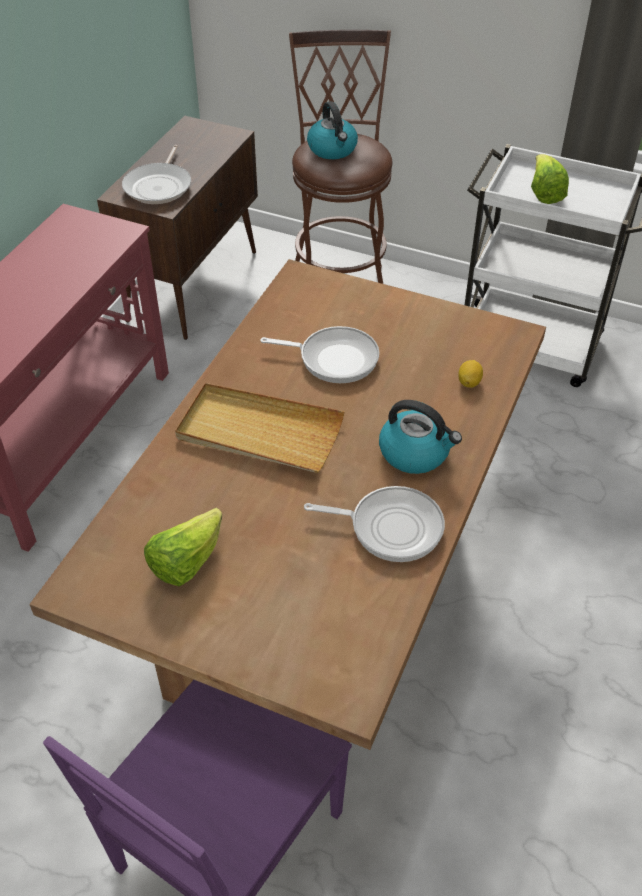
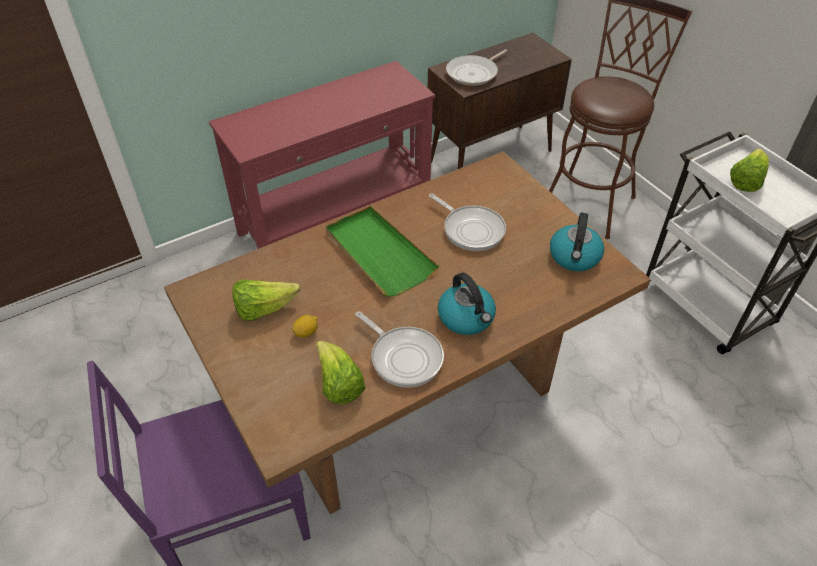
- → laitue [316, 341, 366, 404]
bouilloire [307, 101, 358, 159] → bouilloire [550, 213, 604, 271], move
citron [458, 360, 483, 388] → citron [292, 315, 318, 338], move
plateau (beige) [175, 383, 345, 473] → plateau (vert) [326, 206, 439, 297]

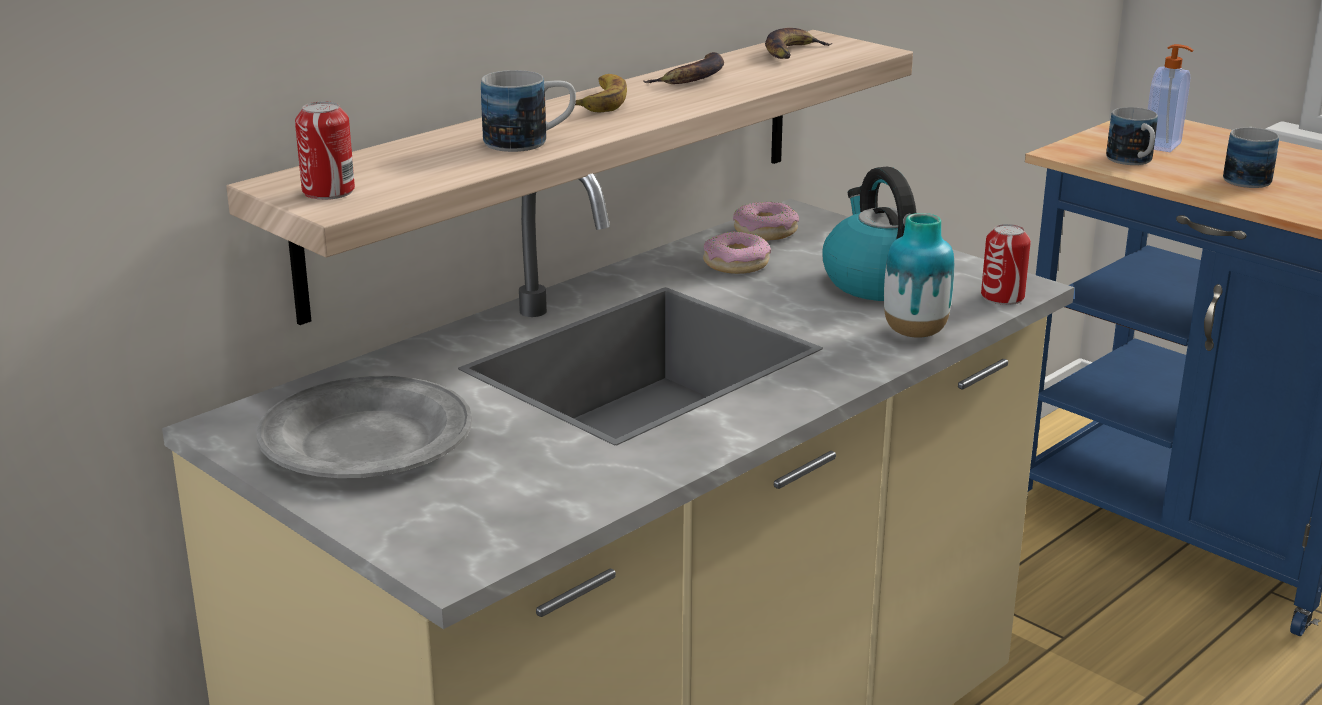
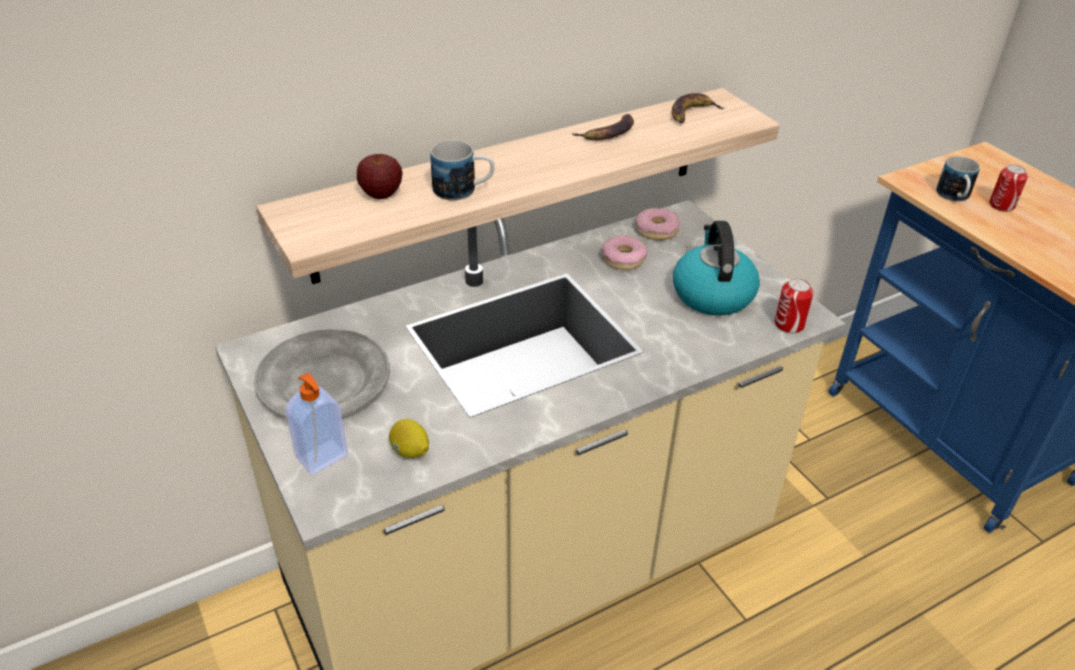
banane [575, 74, 627, 112] → -
vase [884, 213, 954, 338] → -
mug [1223, 127, 1279, 188] → -
- → pomme [357, 154, 403, 199]
- → citron [389, 419, 429, 458]
boîte métallique [295, 102, 355, 200] → boîte métallique [989, 165, 1028, 212], move
distributeur de savon [1148, 44, 1194, 152] → distributeur de savon [286, 373, 348, 475], move

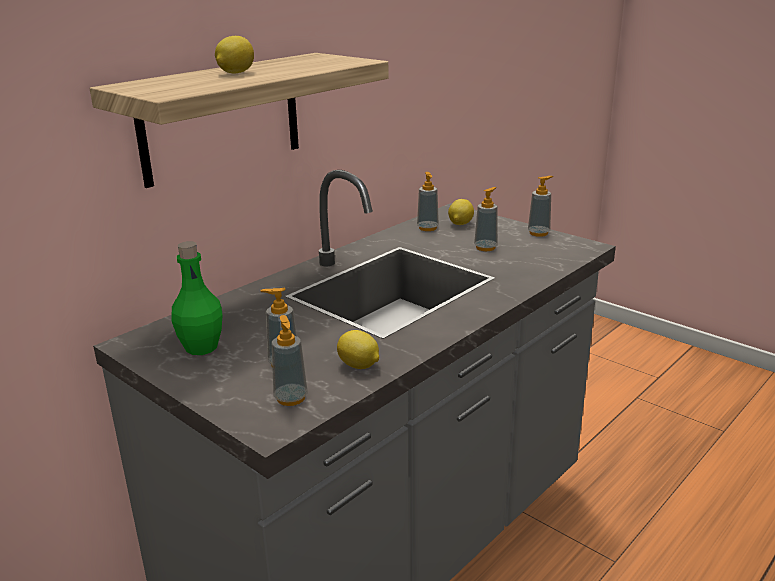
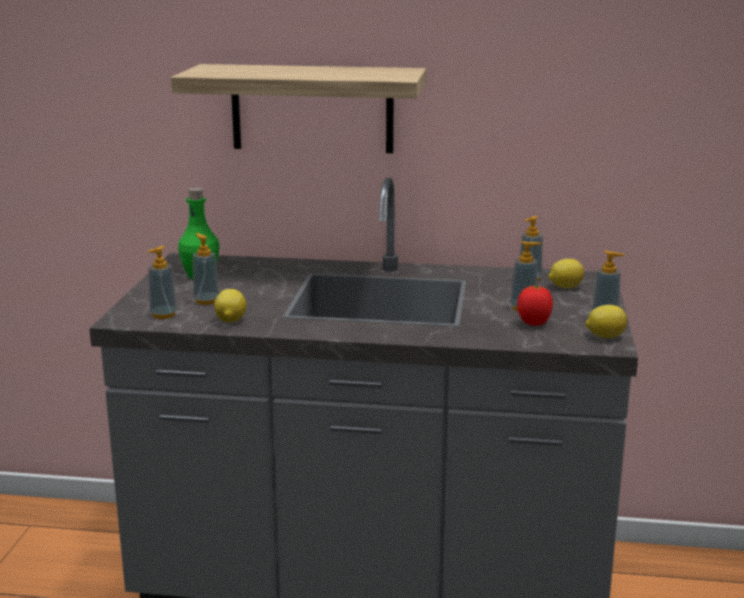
- → tomate [517, 285, 553, 326]
citron [215, 36, 254, 73] → citron [585, 305, 627, 338], move

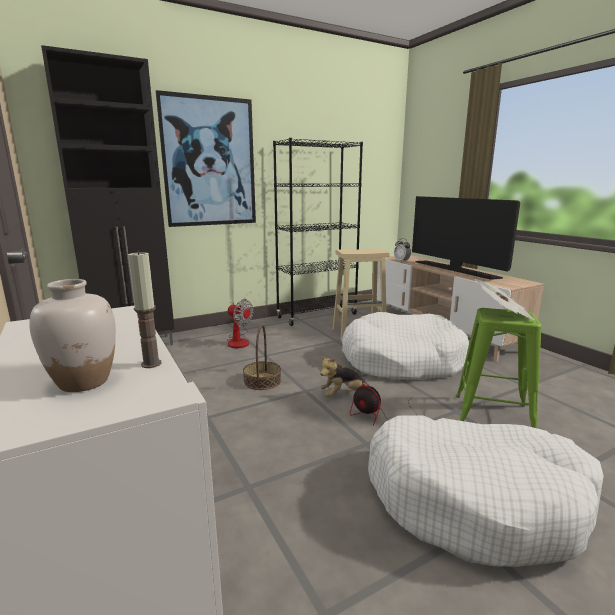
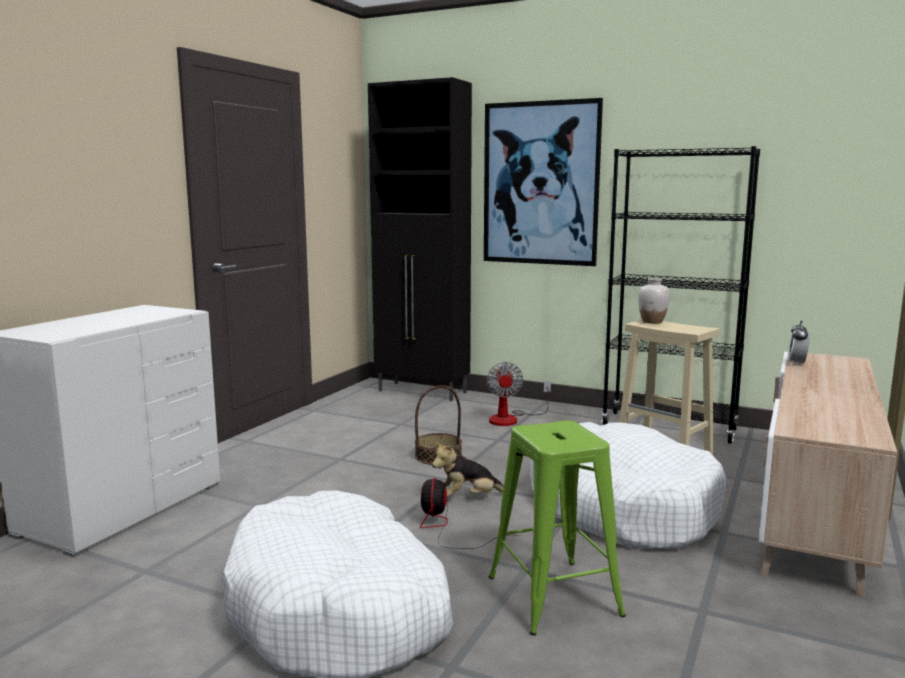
bougie [128, 250, 162, 368] → -
téléviseur [412, 196, 520, 280] → -
journal [475, 279, 535, 320] → -
vase (blanc) [29, 279, 116, 392] → vase (blanc) [638, 278, 670, 324], move
peluche [320, 356, 369, 397] → peluche [432, 442, 504, 496], 45 degrees counterclockwise

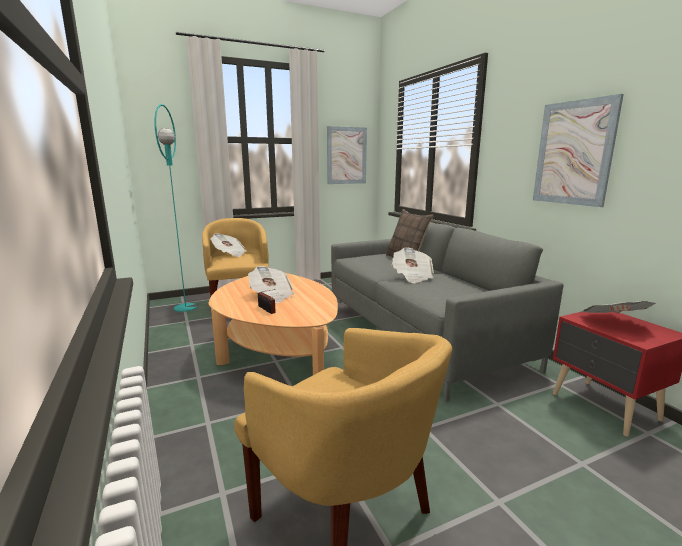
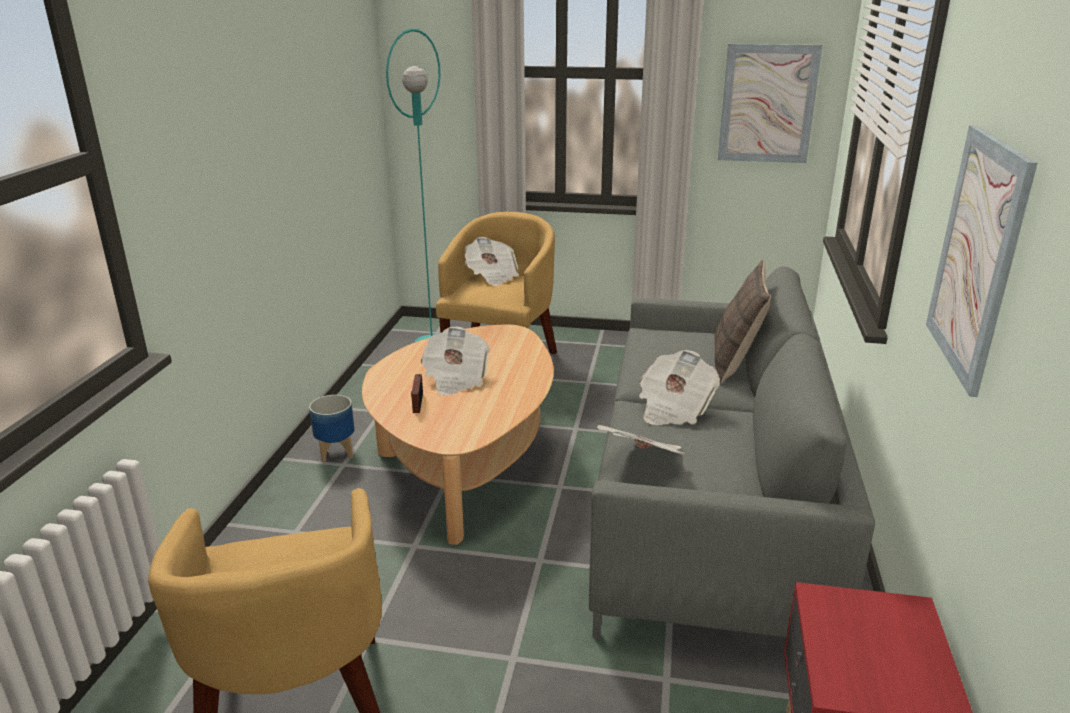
- → cache-pot [309, 395, 355, 462]
journal [582, 301, 656, 313] → journal [597, 425, 684, 455], move

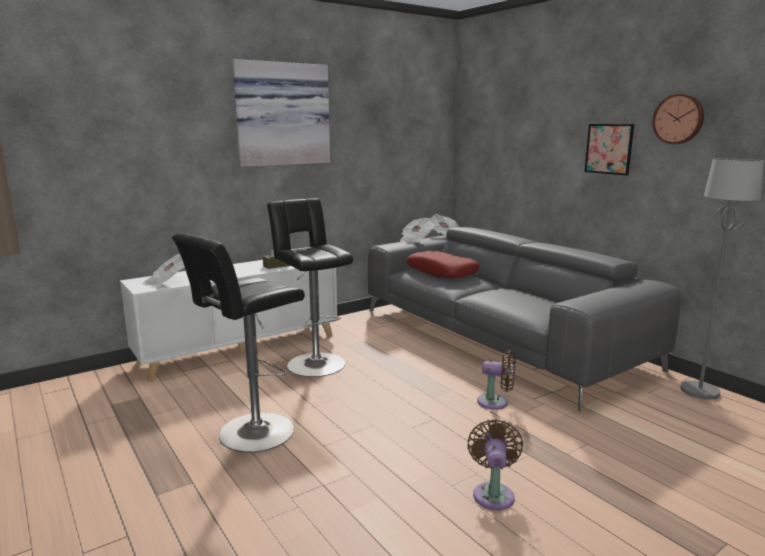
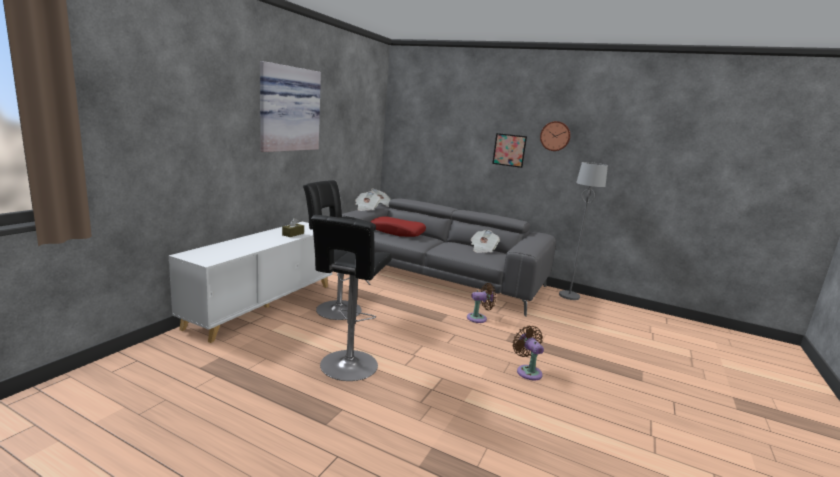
journal [143, 254, 185, 286] → journal [471, 230, 500, 253], move

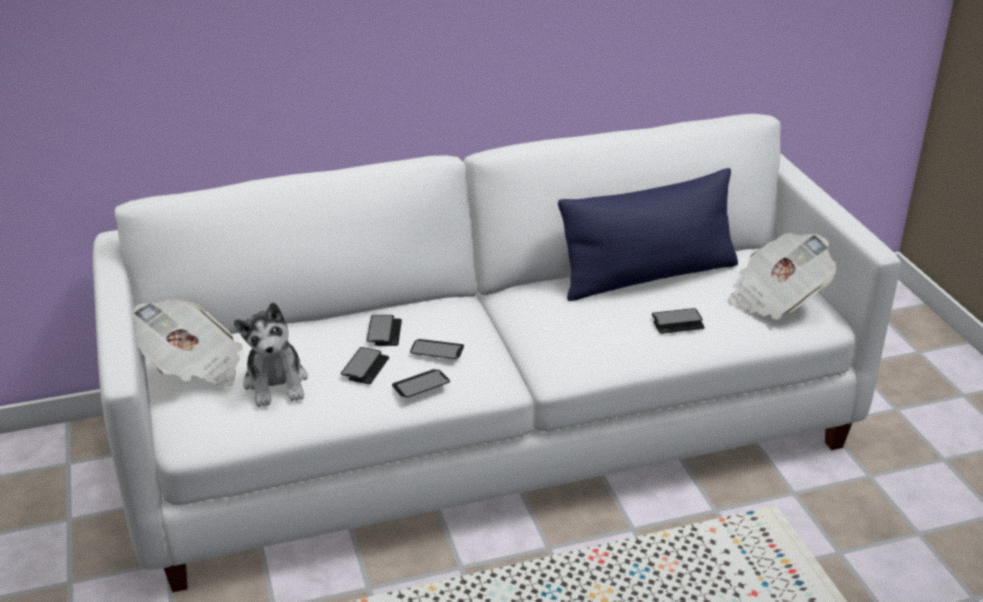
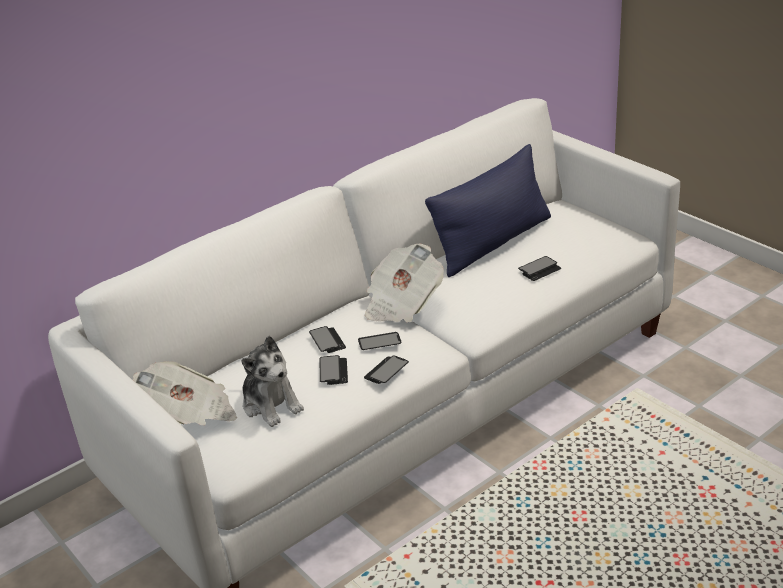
journal [728, 233, 836, 319] → journal [364, 244, 444, 322], move

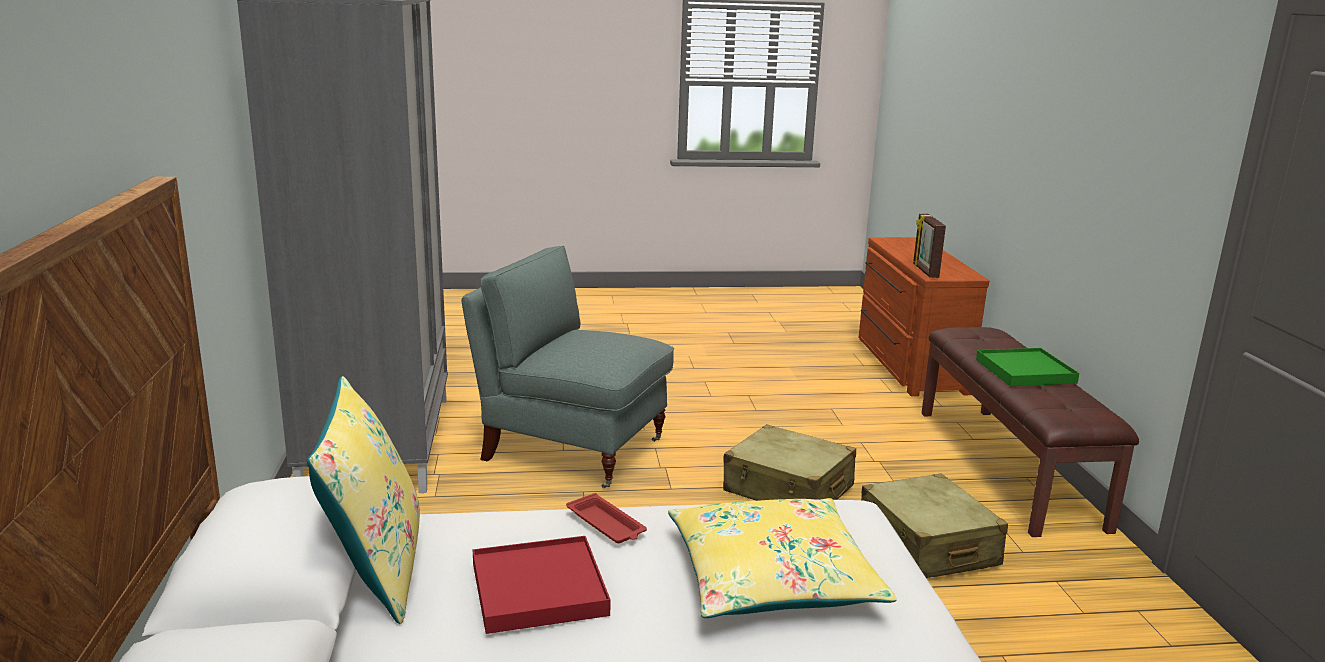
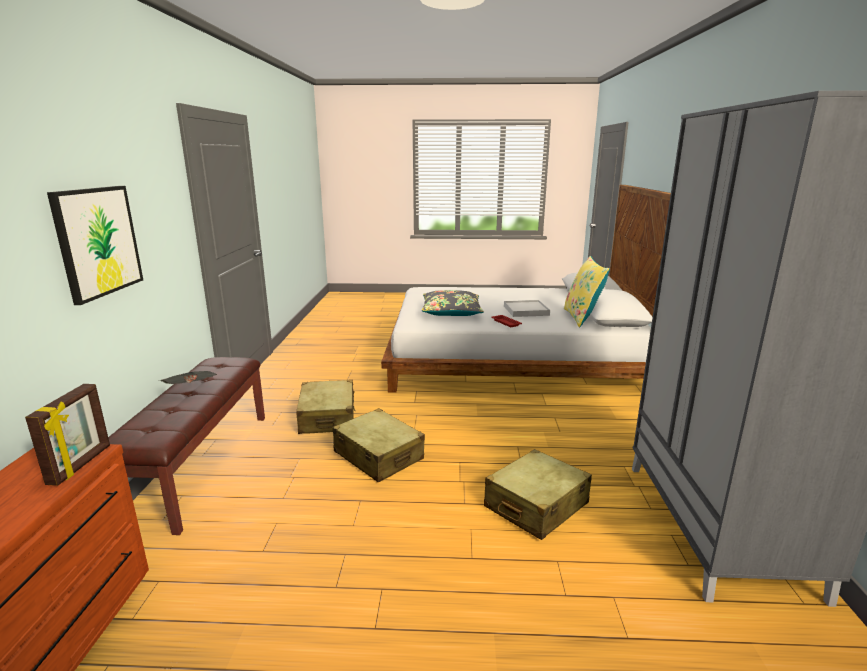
- → tableau [47, 186, 143, 305]
fauteuil (gris) [462, 246, 674, 488] → valise (beige) [484, 449, 592, 540]
plateau (vert) [976, 348, 1079, 386] → journal [159, 371, 217, 384]
plateau (rouge) [473, 536, 611, 634] → plateau (blanc) [504, 300, 550, 317]
coussin (jaune) [668, 498, 897, 618] → coussin (gris) [422, 290, 484, 316]

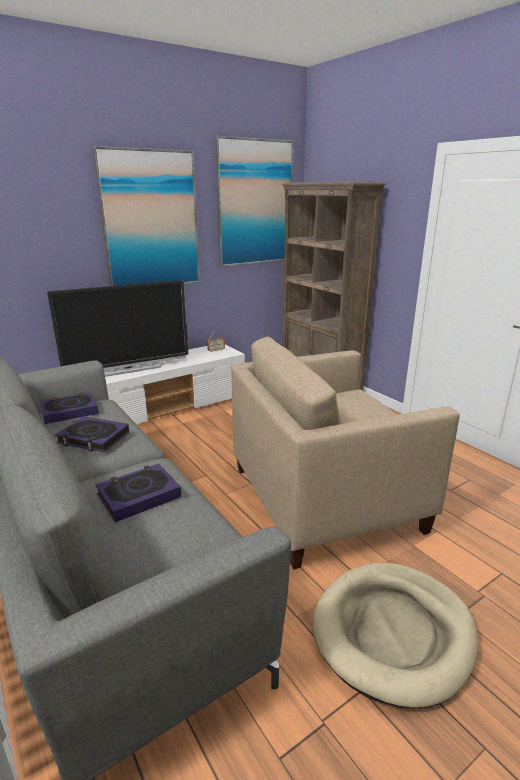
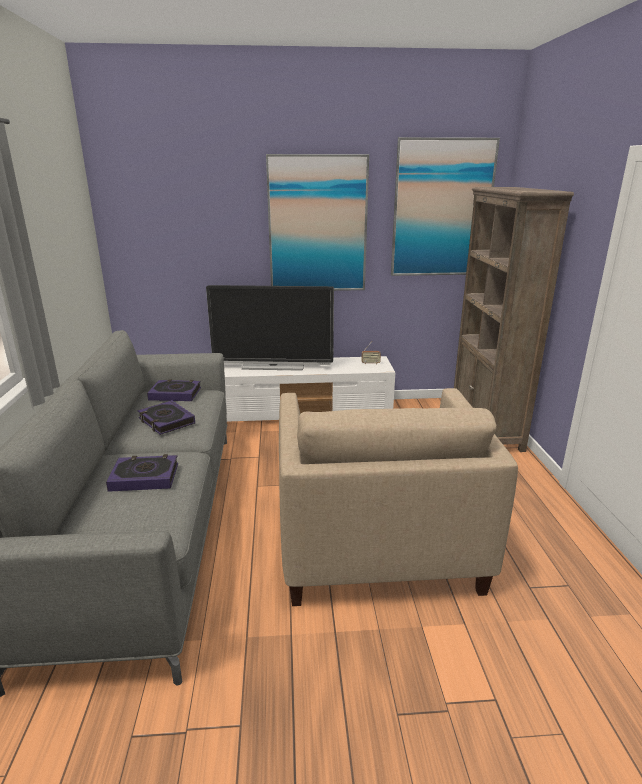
panier pour chien (beige) [313, 563, 478, 708] → -
fauteuil (beige) [231, 337, 460, 570] → fauteuil (beige) [279, 388, 518, 606], 105 degrees counterclockwise

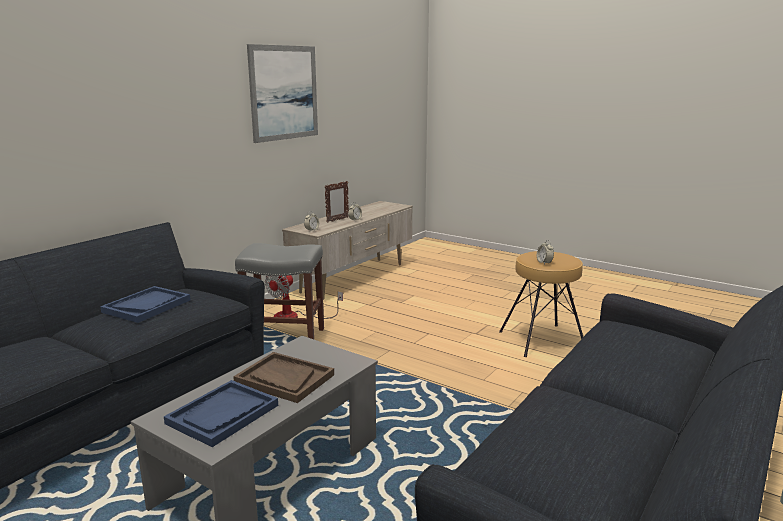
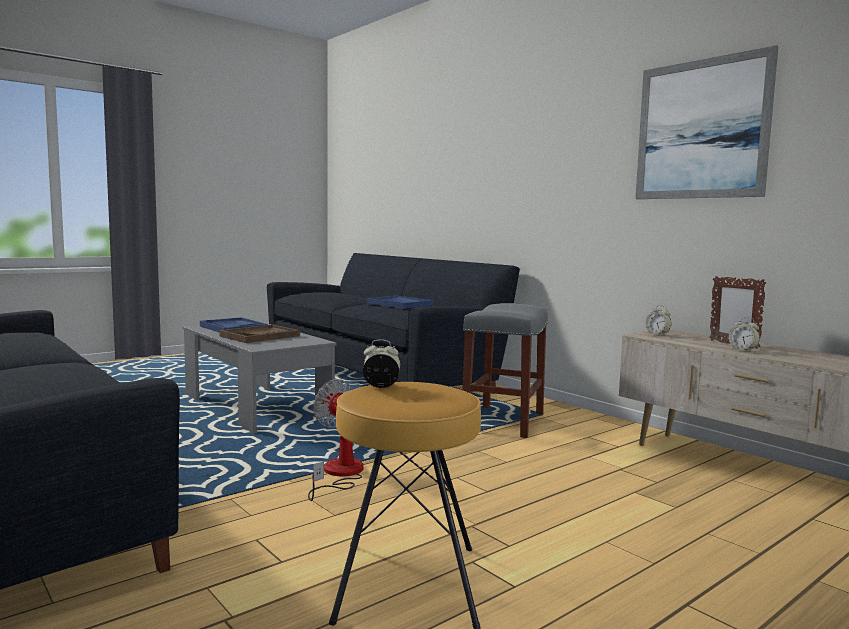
ventilateur [265, 275, 343, 319] → ventilateur [308, 379, 364, 501], move

